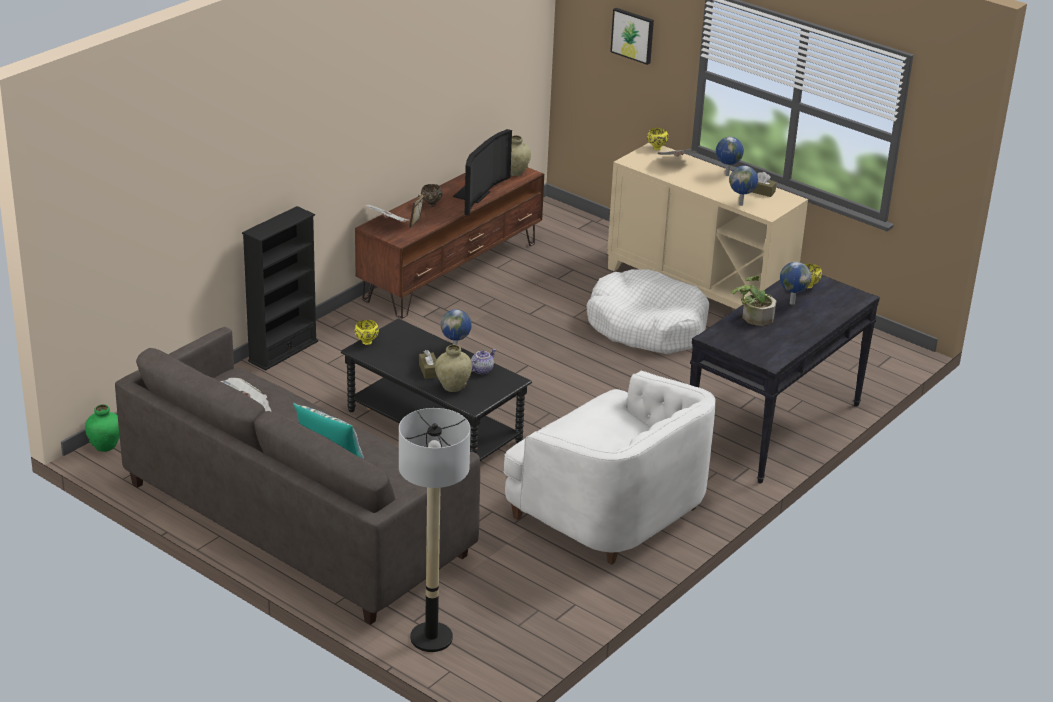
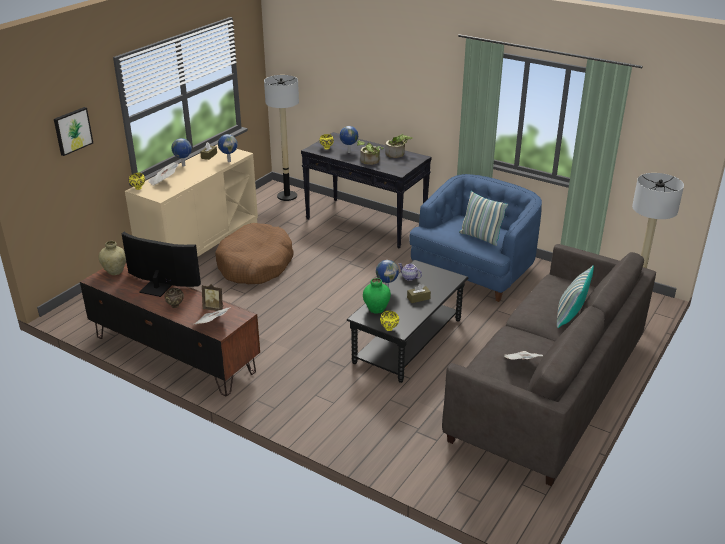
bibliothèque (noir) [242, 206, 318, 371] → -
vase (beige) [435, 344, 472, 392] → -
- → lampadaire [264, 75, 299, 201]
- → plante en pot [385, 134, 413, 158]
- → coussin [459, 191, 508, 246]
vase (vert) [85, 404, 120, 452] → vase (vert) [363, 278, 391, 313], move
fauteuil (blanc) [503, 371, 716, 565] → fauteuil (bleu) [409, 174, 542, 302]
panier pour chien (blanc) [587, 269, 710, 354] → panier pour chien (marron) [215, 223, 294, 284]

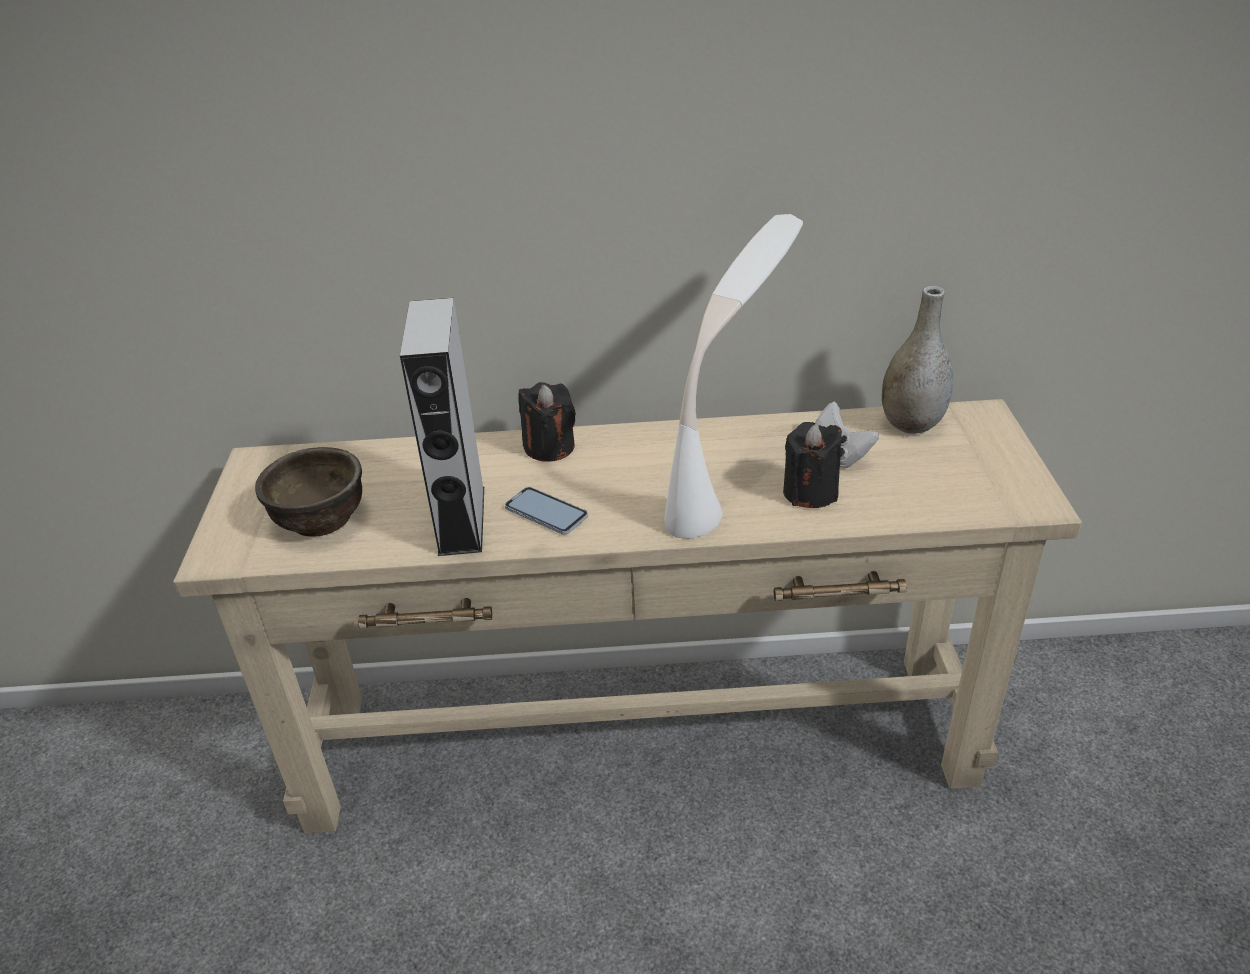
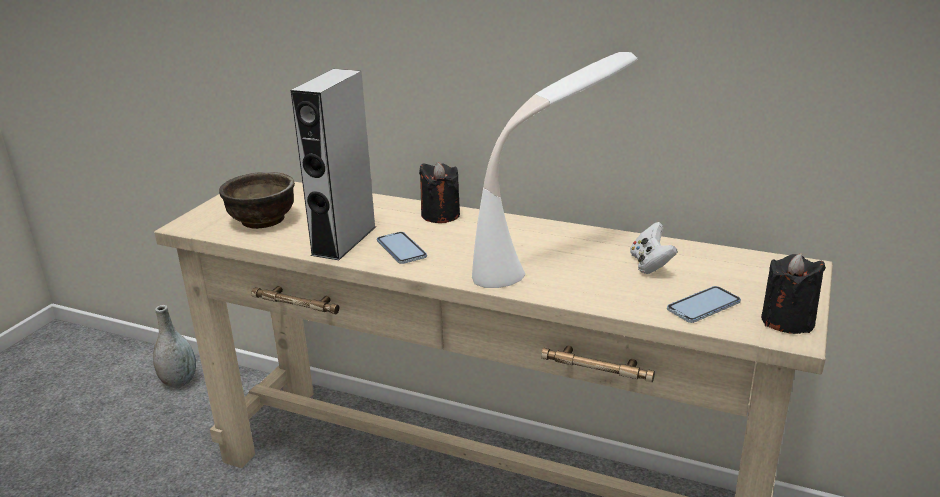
- → téléphone [667, 286, 741, 323]
bougie (noir) [783, 422, 842, 508] → bougie (noir) [761, 253, 826, 334], move
vase (gris) [882, 286, 953, 434] → vase (gris) [153, 305, 196, 388], move

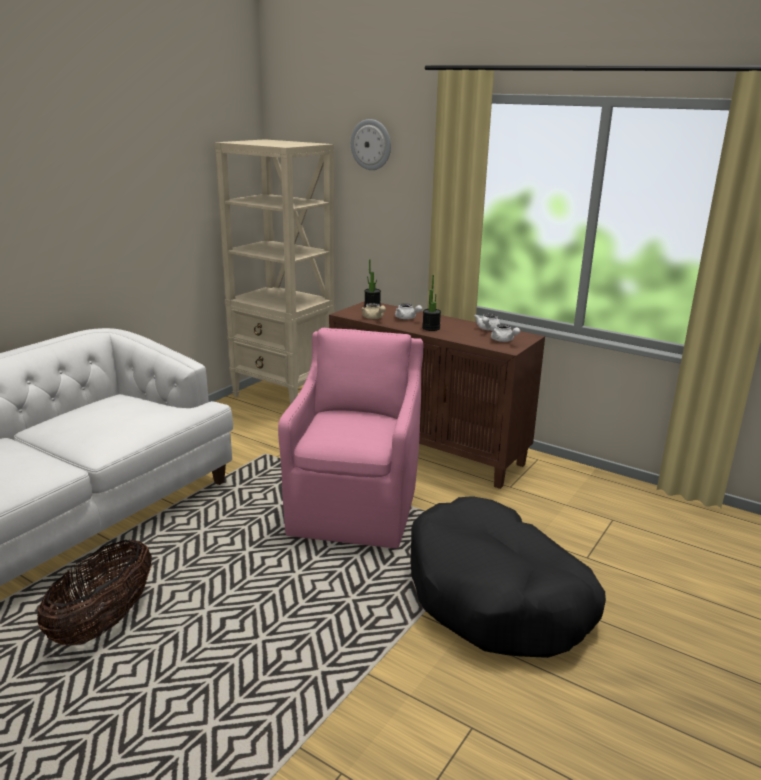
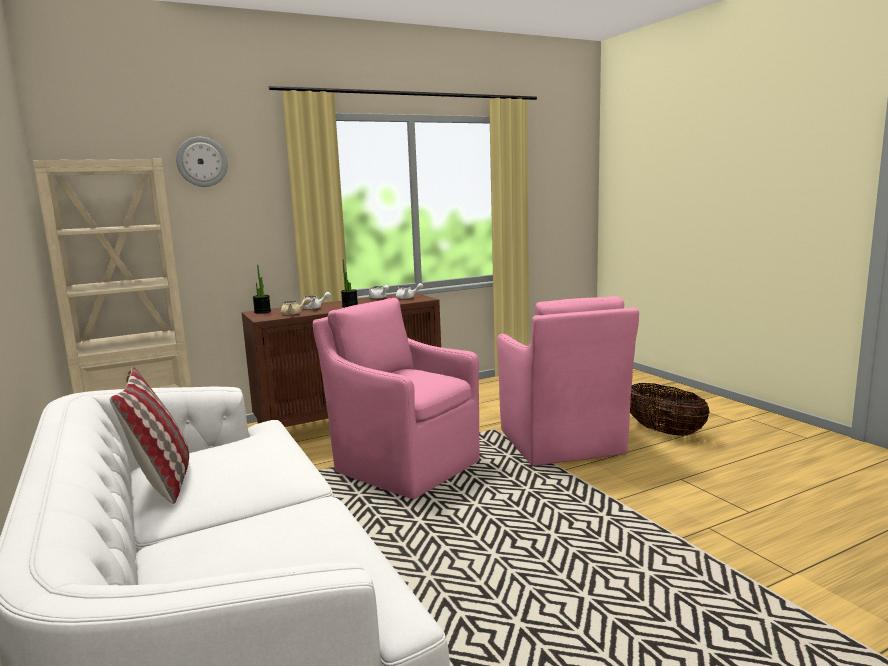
- → coussin [109, 367, 189, 504]
panier [37, 539, 152, 645] → panier [630, 383, 710, 436], move
panier pour chien (noir) [410, 496, 606, 658] → fauteuil (rose) [497, 296, 639, 466]

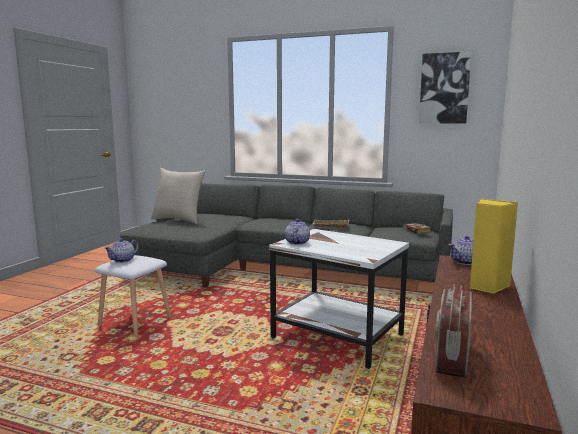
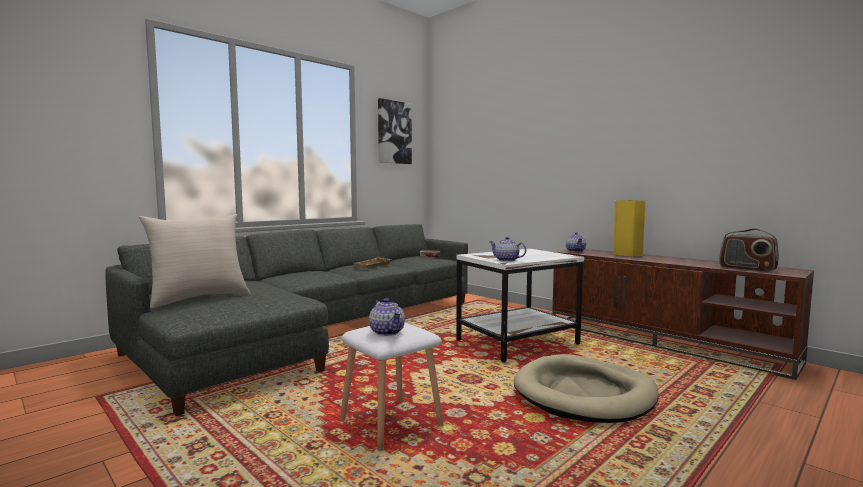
- → panier pour chien (beige) [514, 354, 659, 423]

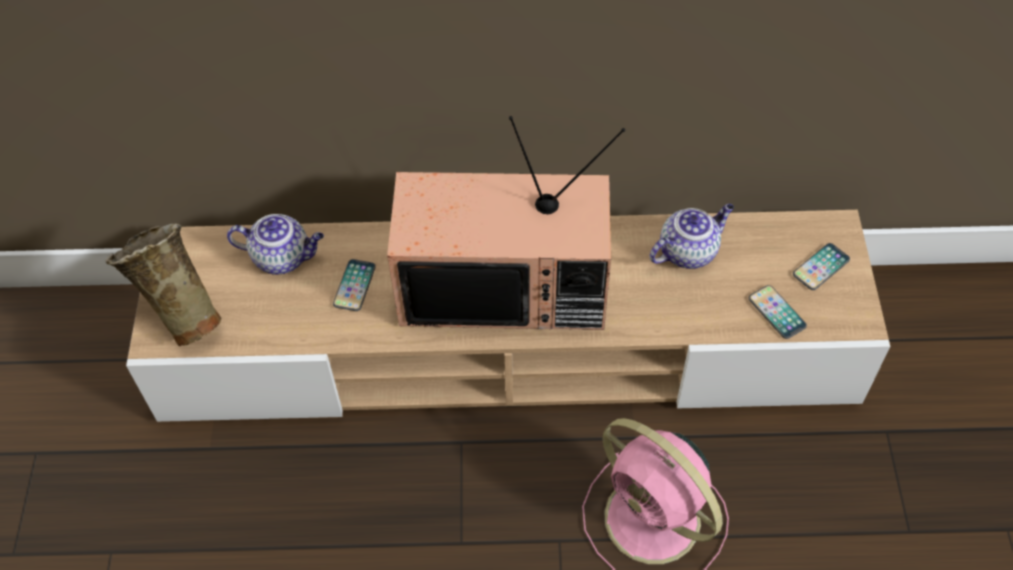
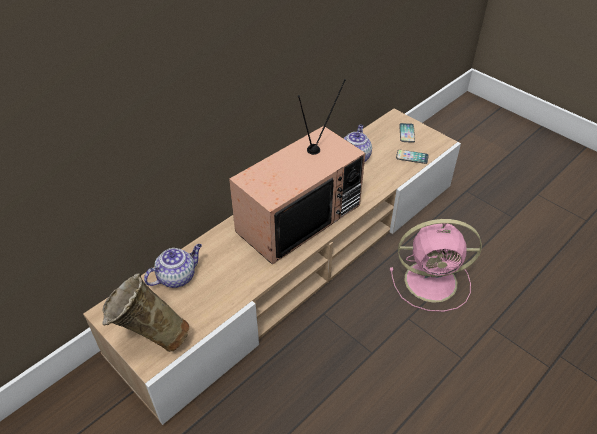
téléphone [333, 259, 376, 311] → -

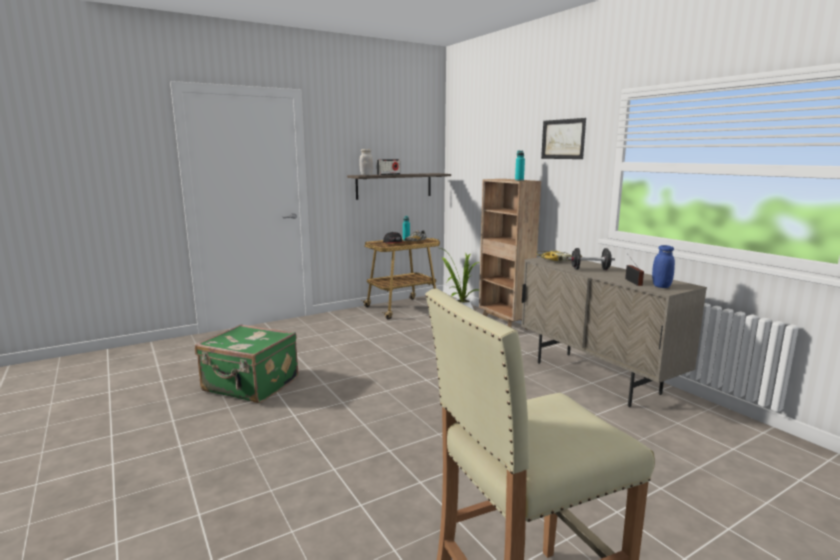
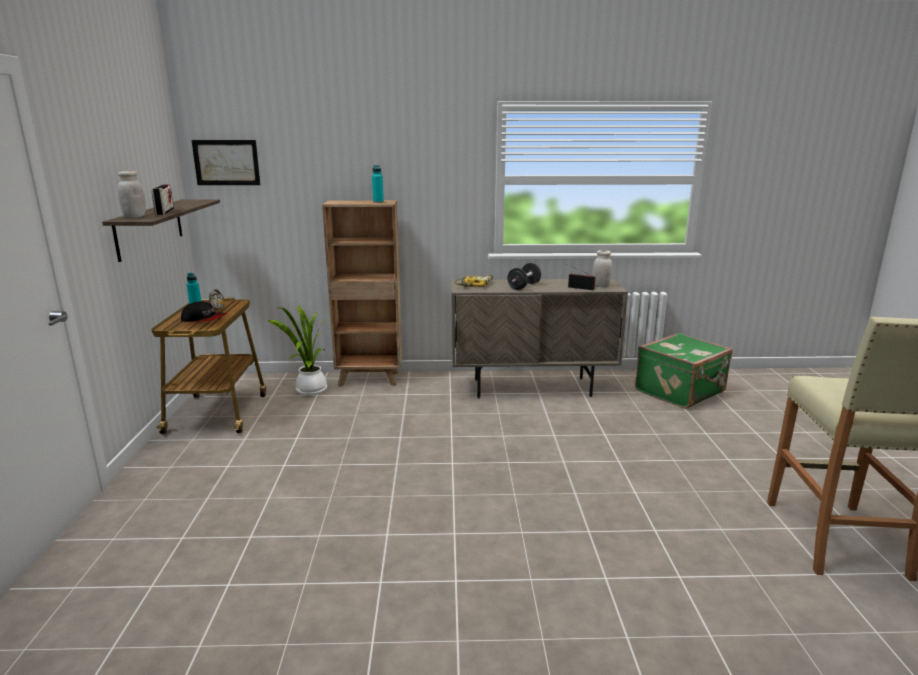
valise (vert) [195, 324, 299, 403] → valise (vert) [635, 333, 732, 409], move
tableau [541, 118, 586, 159] → tableau [192, 140, 260, 185], move
bocal (bleu) [652, 245, 675, 288] → bocal (blanc) [592, 250, 613, 287]

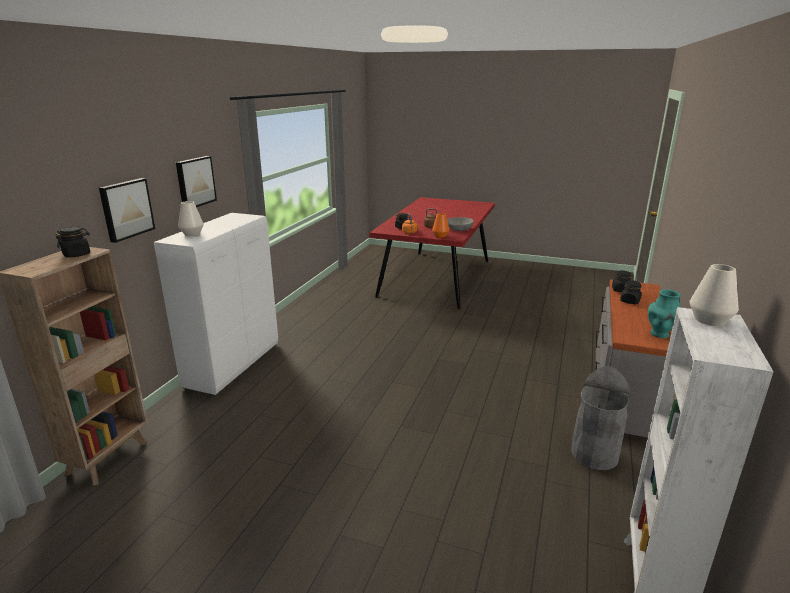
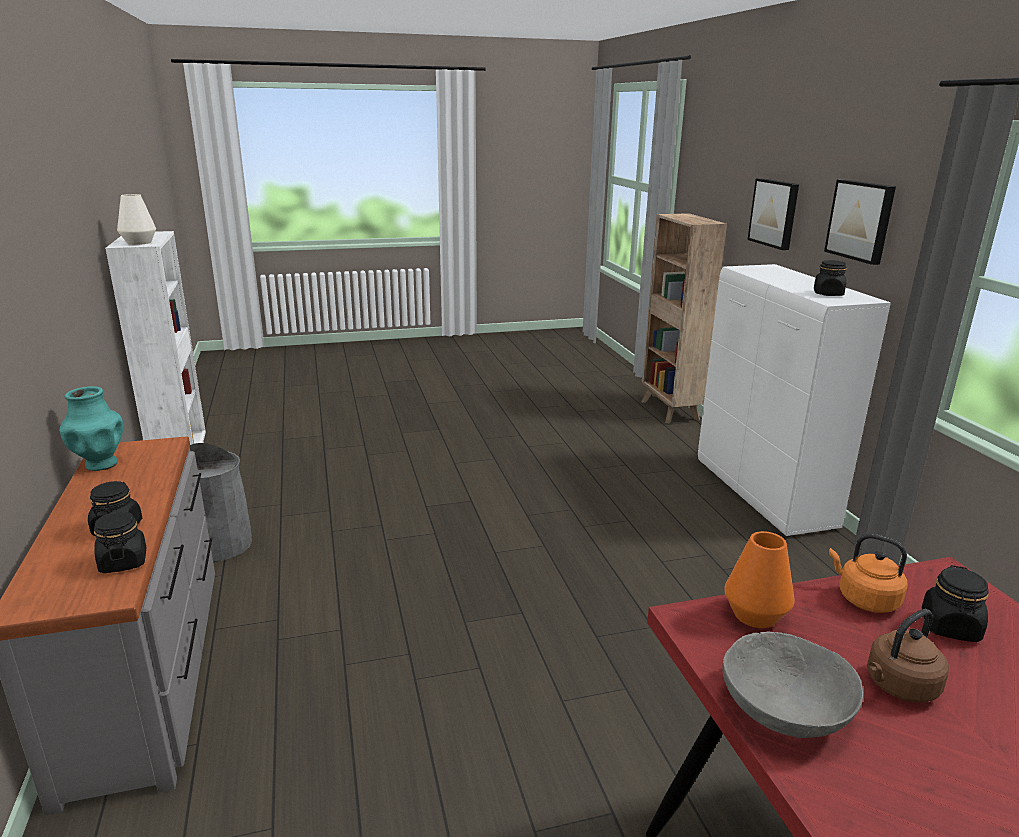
vase (blanc) [178, 201, 204, 236] → -
bocal (noir) [56, 227, 90, 258] → bocal (noir) [814, 260, 847, 296], move

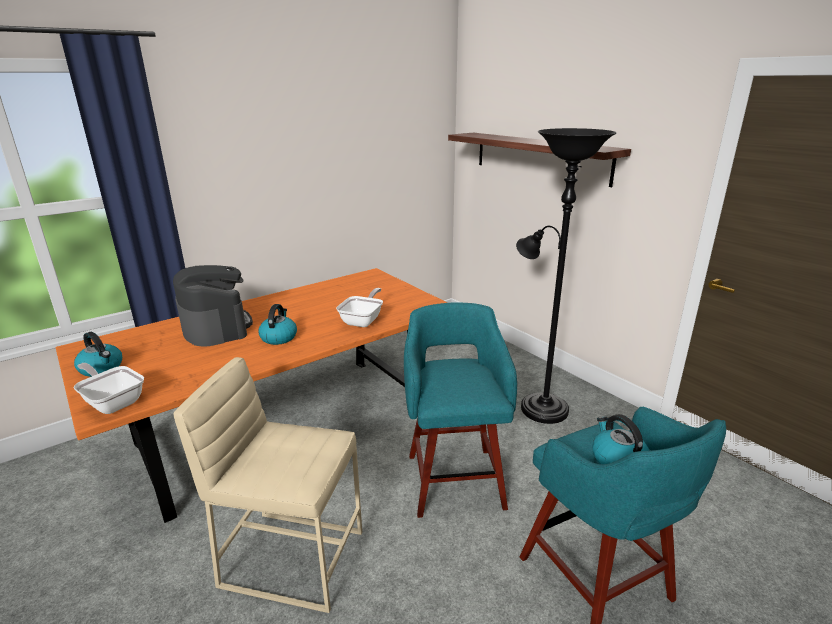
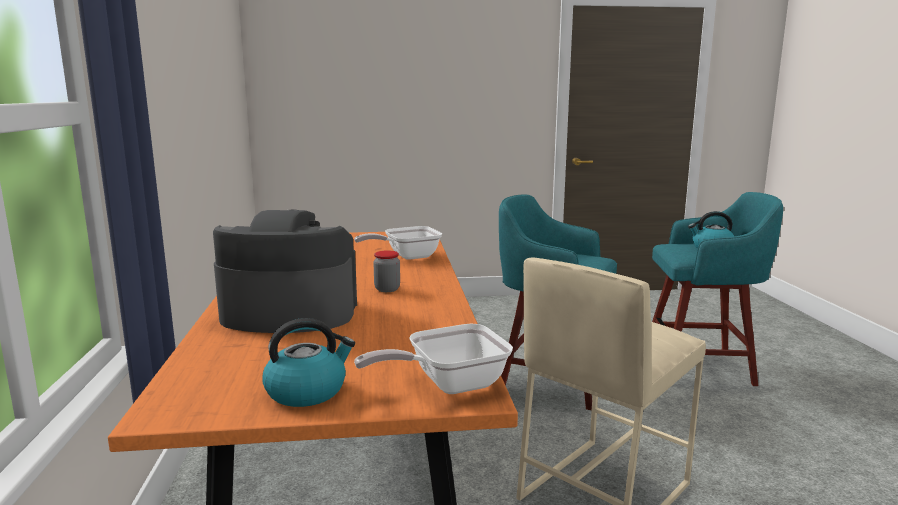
étagère [448, 133, 631, 187] → -
lampadaire (noir) [516, 128, 617, 424] → -
bouilloire [258, 304, 297, 345] → bocal [373, 250, 400, 292]
poêle [336, 288, 383, 327] → poêle [354, 226, 442, 260], 75 degrees counterclockwise

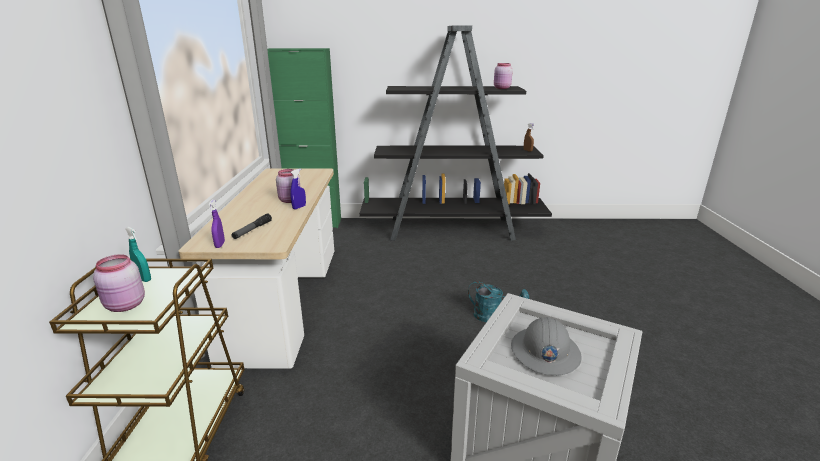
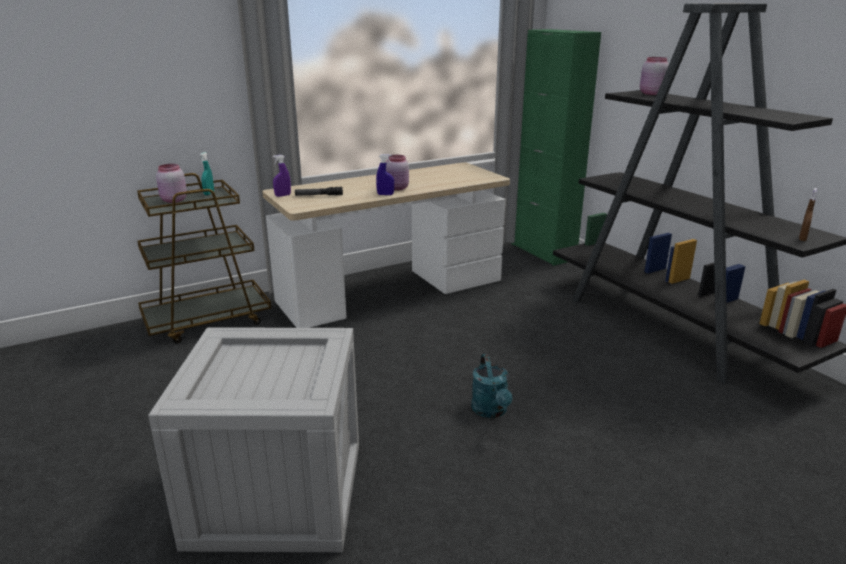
casque de chantier (gris) [511, 317, 582, 376] → -
bocal (rose) [494, 63, 513, 89] → bocal (rose) [640, 57, 669, 95], move

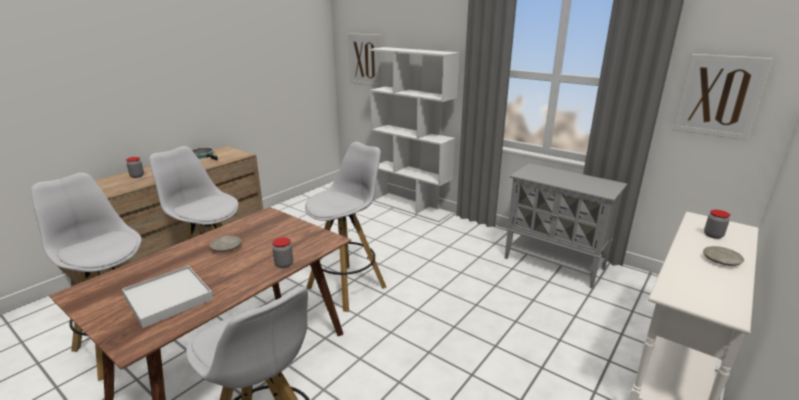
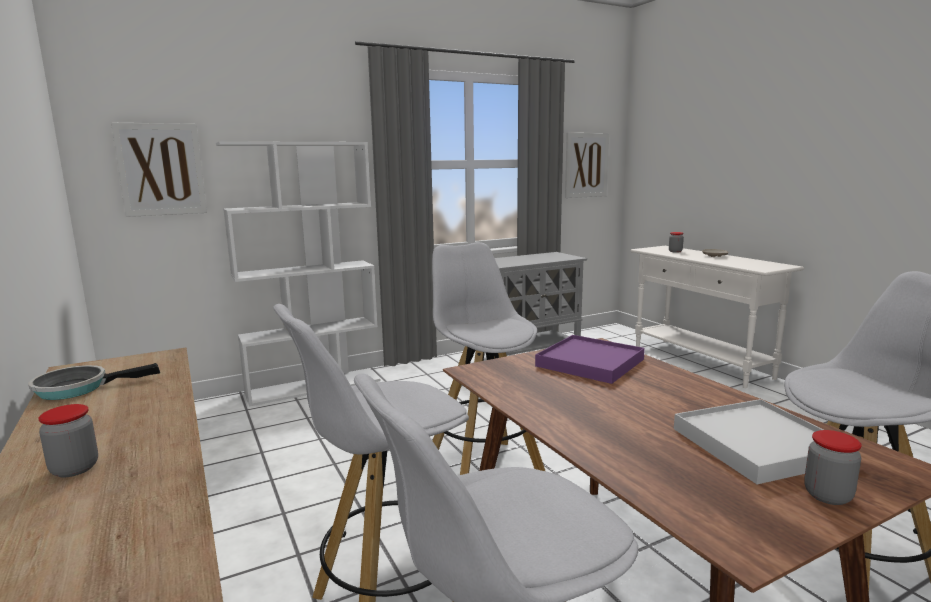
assiette (beige) [209, 236, 242, 252] → -
- → plateau (violet) [535, 335, 645, 384]
bocal [272, 237, 293, 268] → bocal [804, 430, 862, 505], move

